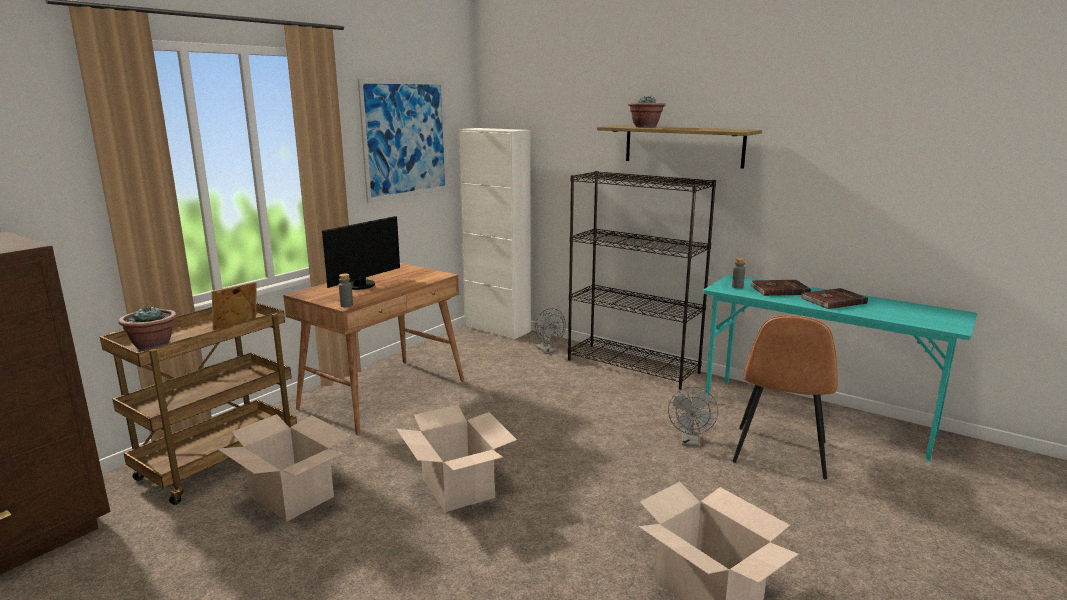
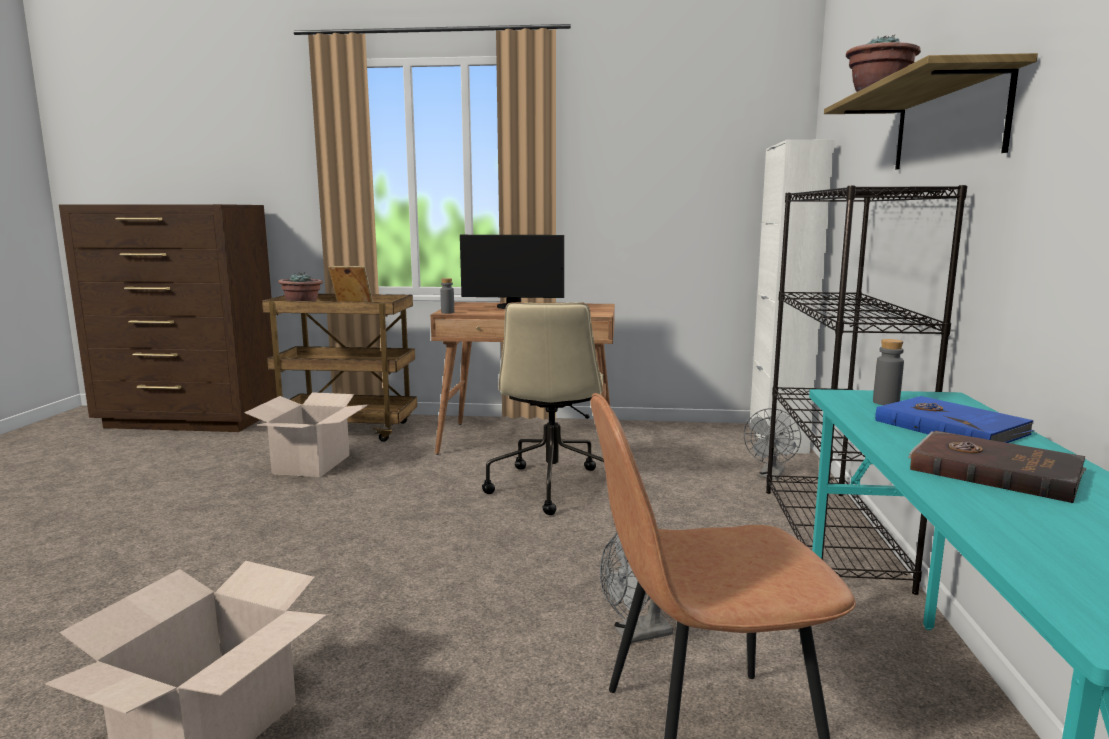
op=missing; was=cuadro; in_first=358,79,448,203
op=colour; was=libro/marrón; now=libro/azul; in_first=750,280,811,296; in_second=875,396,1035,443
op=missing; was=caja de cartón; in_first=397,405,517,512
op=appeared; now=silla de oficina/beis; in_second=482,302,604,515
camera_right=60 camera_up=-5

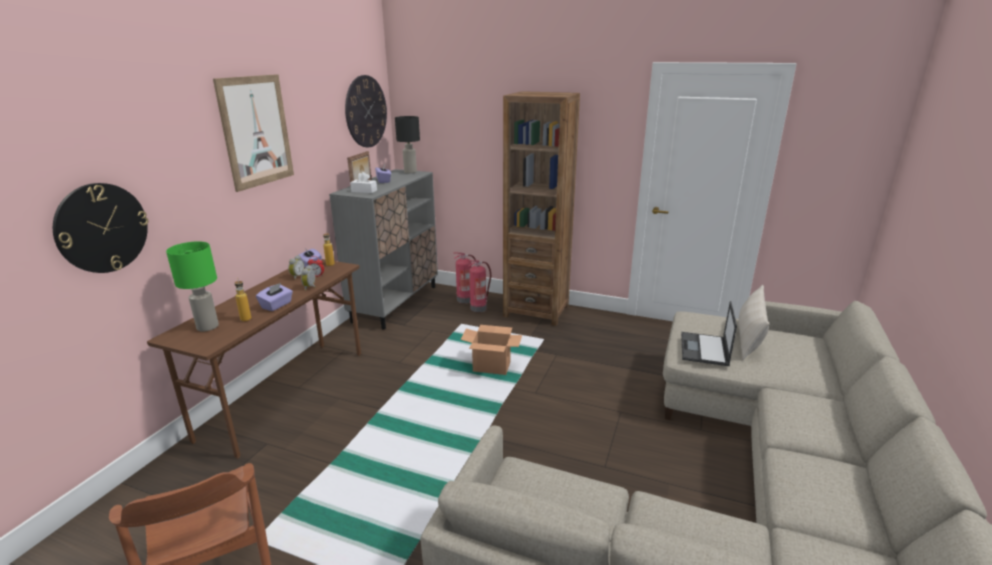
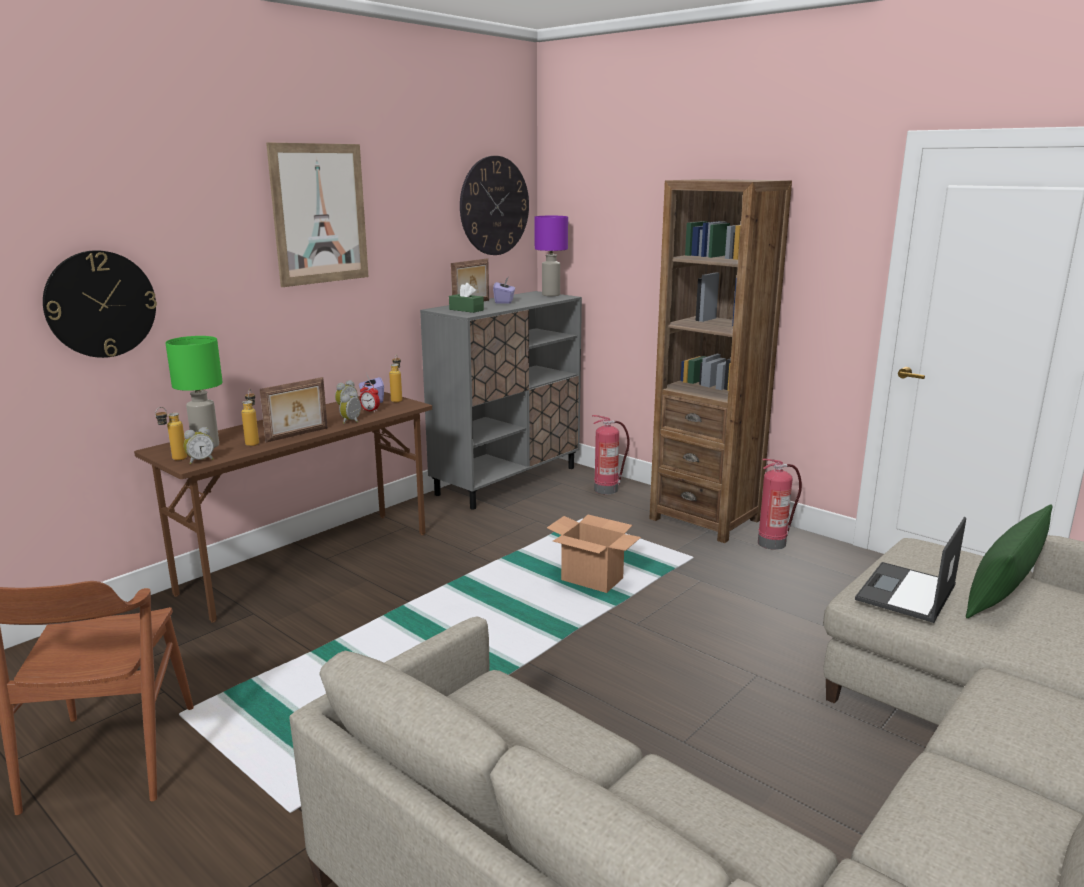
op=colour; was=lámpara de mesa/negro; now=lámpara de mesa/morado; in_first=395,116,420,173; in_second=535,216,568,296
op=colour; was=caja de pañuelos/blanco; now=caja de pañuelos/verde; in_first=350,172,377,193; in_second=449,283,484,313
op=relocated; was=extintor; in_first=468,260,491,312; in_second=758,458,802,550
op=exchanged; was=caja de pañuelos/morado; now=portarretratos; in_first=256,283,293,311; in_second=260,377,328,443
op=colour; was=cojín/beis; now=cojín/verde; in_first=739,285,769,360; in_second=966,504,1052,618
op=appeared; now=botella; in_second=155,407,187,461
op=appeared; now=despertador; in_second=184,427,214,464
camera_right=20 camera_up=-5

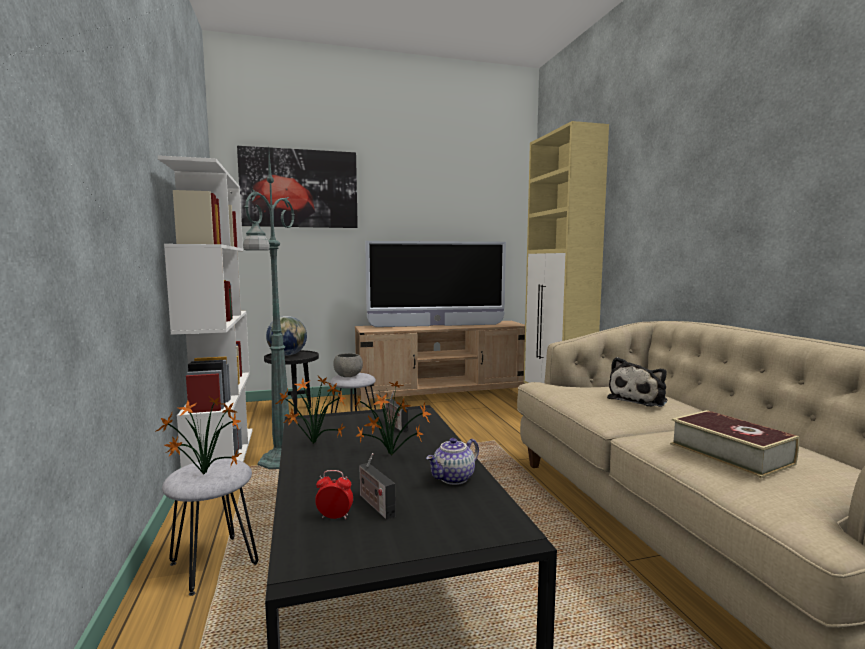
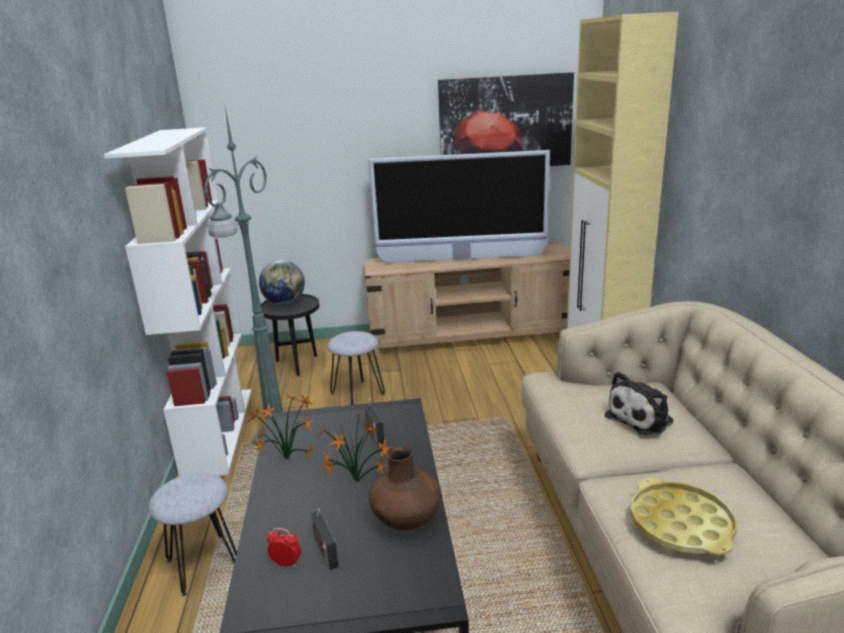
op=relocated; was=cuadro; in_first=237,146,358,228; in_second=438,72,574,166
op=missing; was=cuenco/gris; in_first=333,353,363,377
op=missing; was=planta en maceta; in_first=156,395,242,475
op=exchanged; was=libro; now=bandeja/amarillo; in_first=670,410,799,478; in_second=630,478,737,555
op=exchanged; was=tetera; now=florero/marrón; in_first=426,438,479,485; in_second=369,444,441,530
camera_right=10 camera_up=15

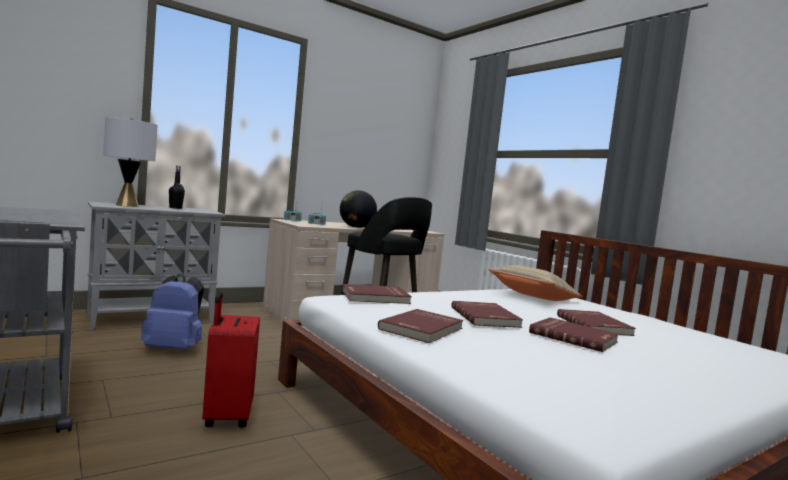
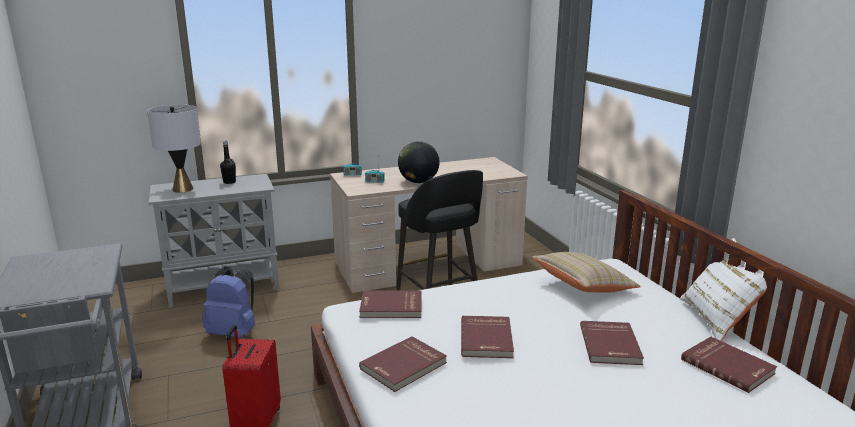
op=relocated; was=libro/rojo; in_first=529,317,619,352; in_second=681,337,777,393
op=appeared; now=cojín/blanco; in_second=680,238,779,341
camera_right=15 camera_up=15

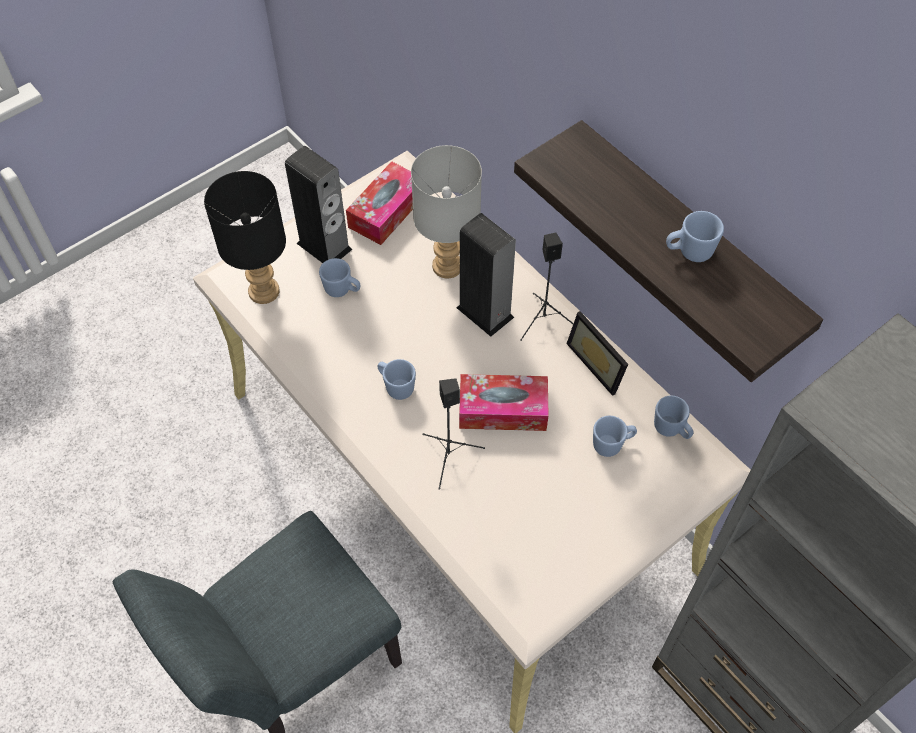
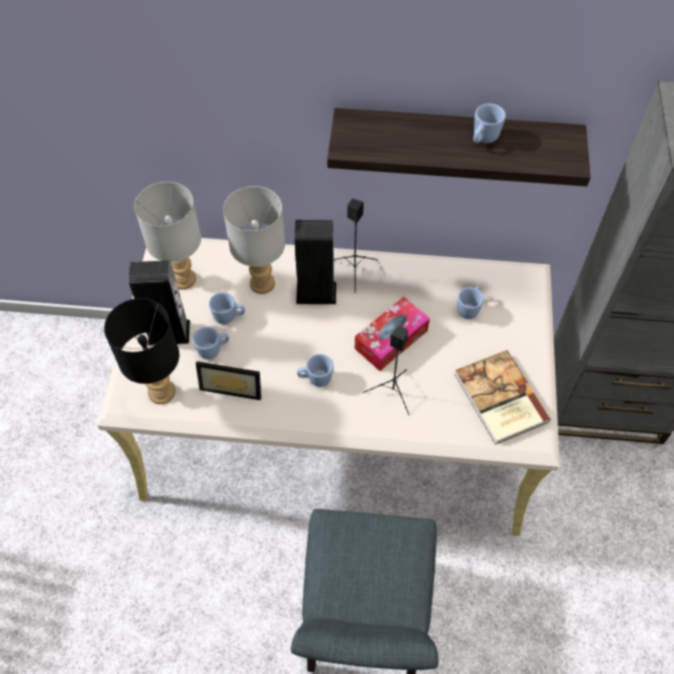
op=exchanged; was=caja de pañuelos; now=lámpara de mesa/gris; in_first=346,161,413,245; in_second=134,182,201,290
op=relocated; was=portarretratos; in_first=566,311,628,396; in_second=196,361,261,400
op=relocated; was=taza grande/azul; in_first=654,396,694,439; in_second=209,292,245,324
op=appeared; now=libro; in_second=454,350,551,445
camera_right=-45 camera_up=0

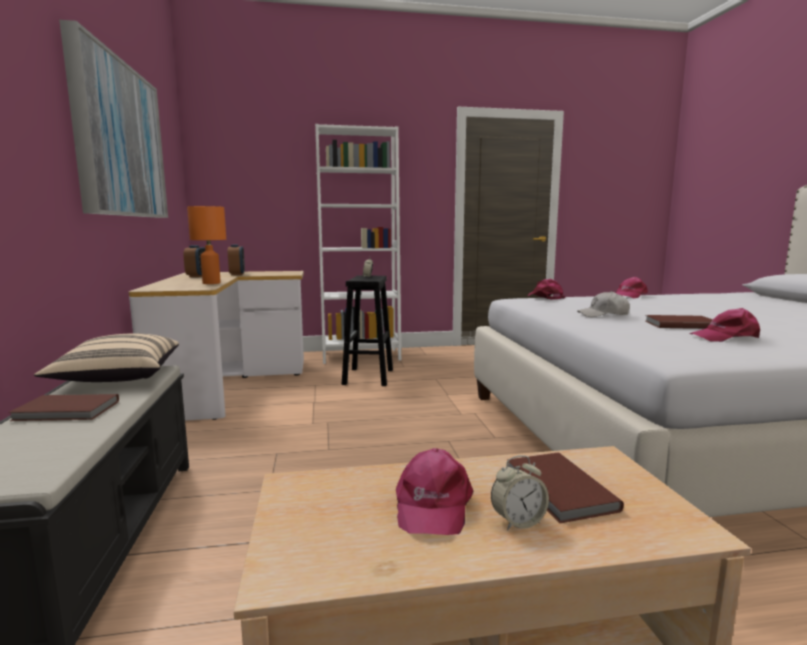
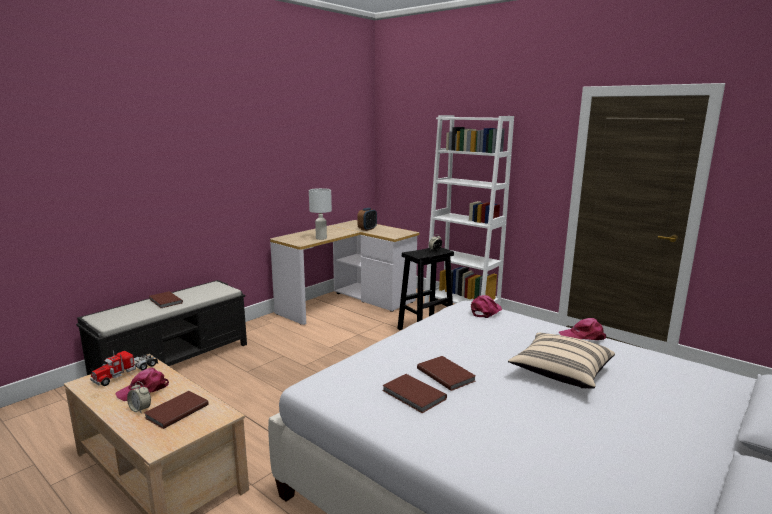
op=missing; was=cuadro; in_first=59,20,168,218
op=colour; was=lámpara de mesa/naranja; now=lámpara de mesa/blanco; in_first=187,206,226,284; in_second=309,188,332,240
op=missing; was=despertador; in_first=183,245,205,277
op=missing; was=gorra/blanco; in_first=577,291,630,317
op=exchanged; was=gorra/rosa; now=libro/marrón; in_first=689,308,760,342; in_second=382,374,447,413
op=relocated; was=cojín/beis; in_first=34,333,179,382; in_second=508,333,615,389
op=appeared; now=camión de juguete; in_second=90,351,158,386
camera_right=50 camera_up=5

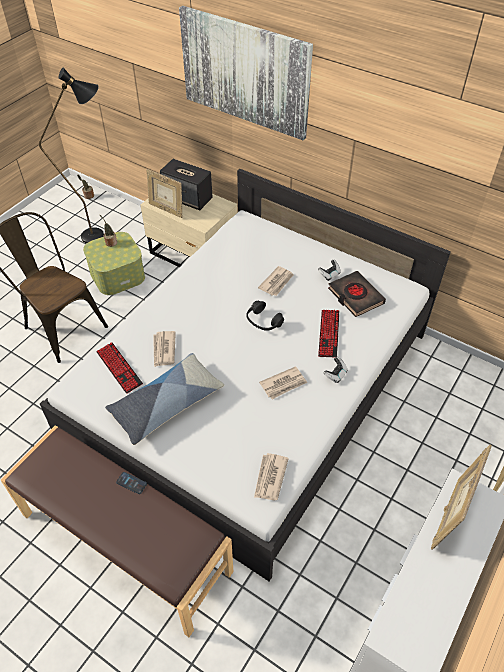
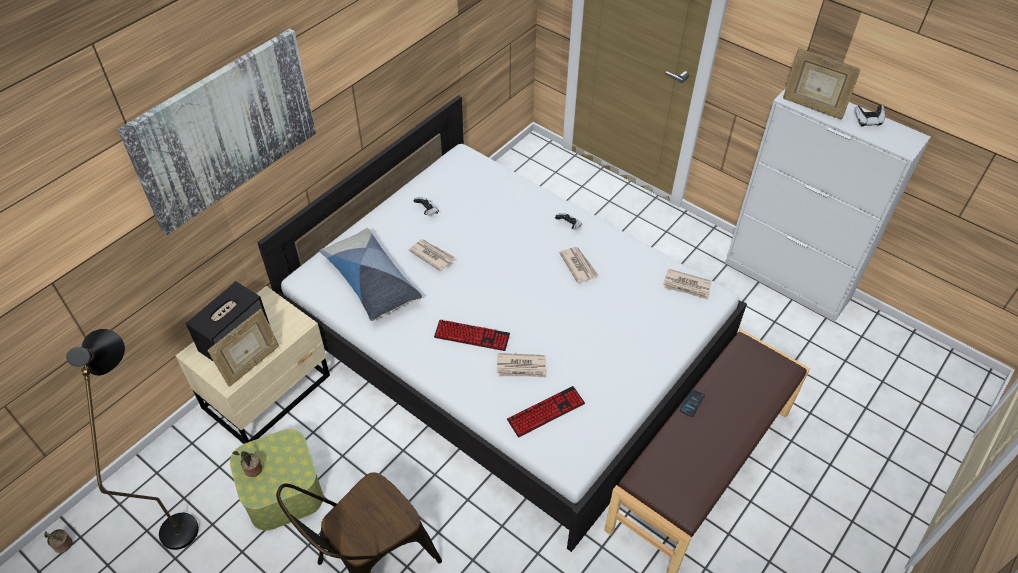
op=missing; was=libro/negro; in_first=328,271,386,317
op=missing; was=auriculares/negro; in_first=246,301,284,331
op=relocated; was=teclado; in_first=318,310,339,357; in_second=434,320,510,351
op=relocated; was=cojín; in_first=105,353,224,445; in_second=319,228,422,321
op=appeared; now=mando de consola; in_second=855,105,885,126
camera_right=-85 camera_up=0

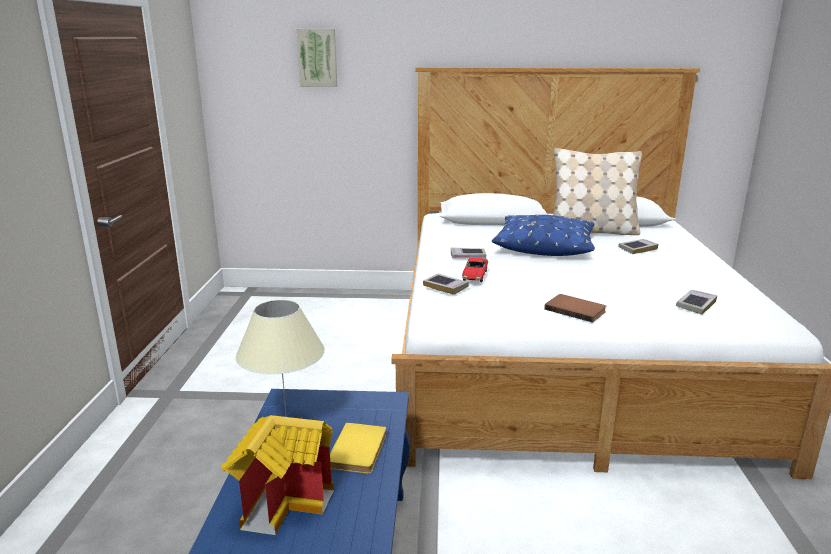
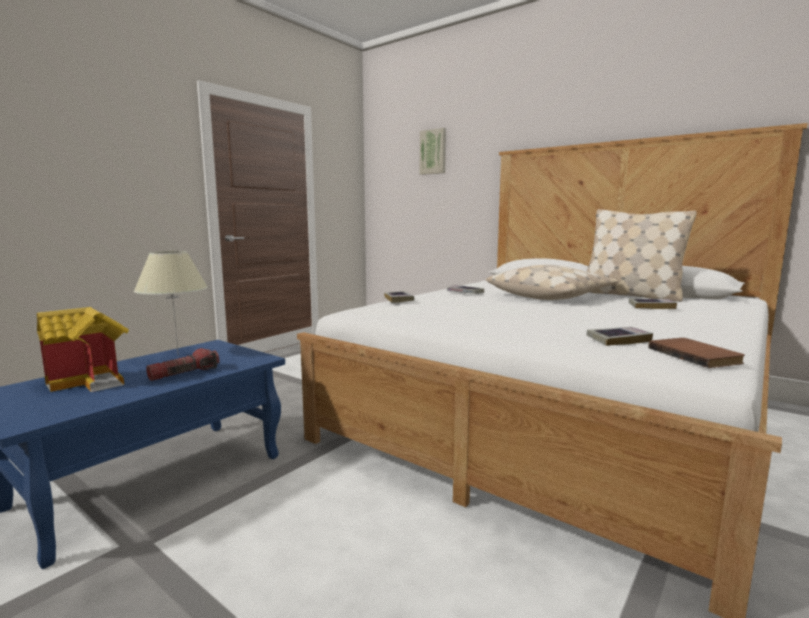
op=colour; was=cojín/azul; now=cojín/beis; in_first=492,215,595,256; in_second=486,265,619,300
op=missing; was=coche de juguete; in_first=462,258,488,282
op=relocated; was=libro/marrón; in_first=544,294,606,323; in_second=649,338,745,368
op=exchanged; was=libro/amarillo; now=linterna; in_first=330,422,386,474; in_second=146,348,220,381
camera_right=35 camera_up=-10

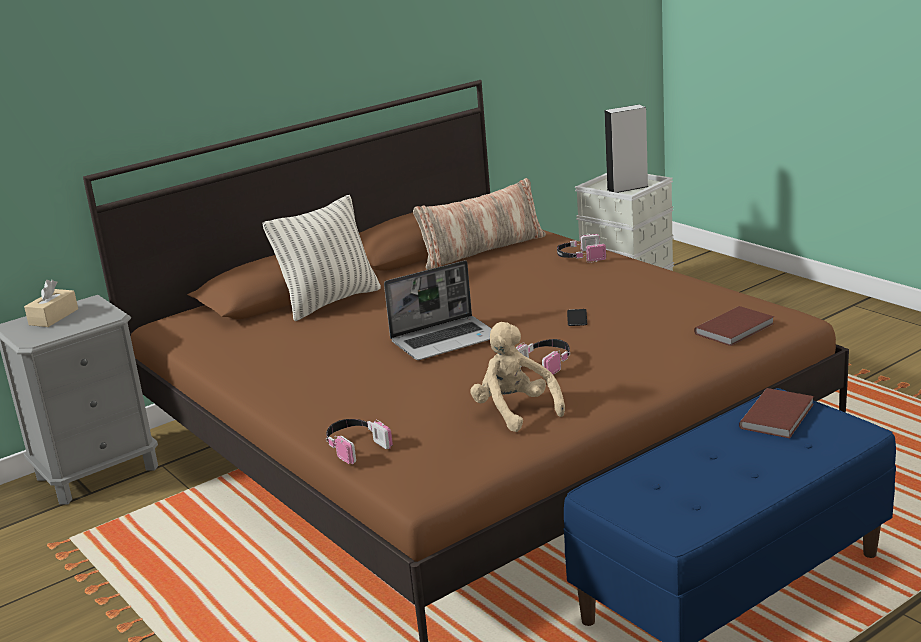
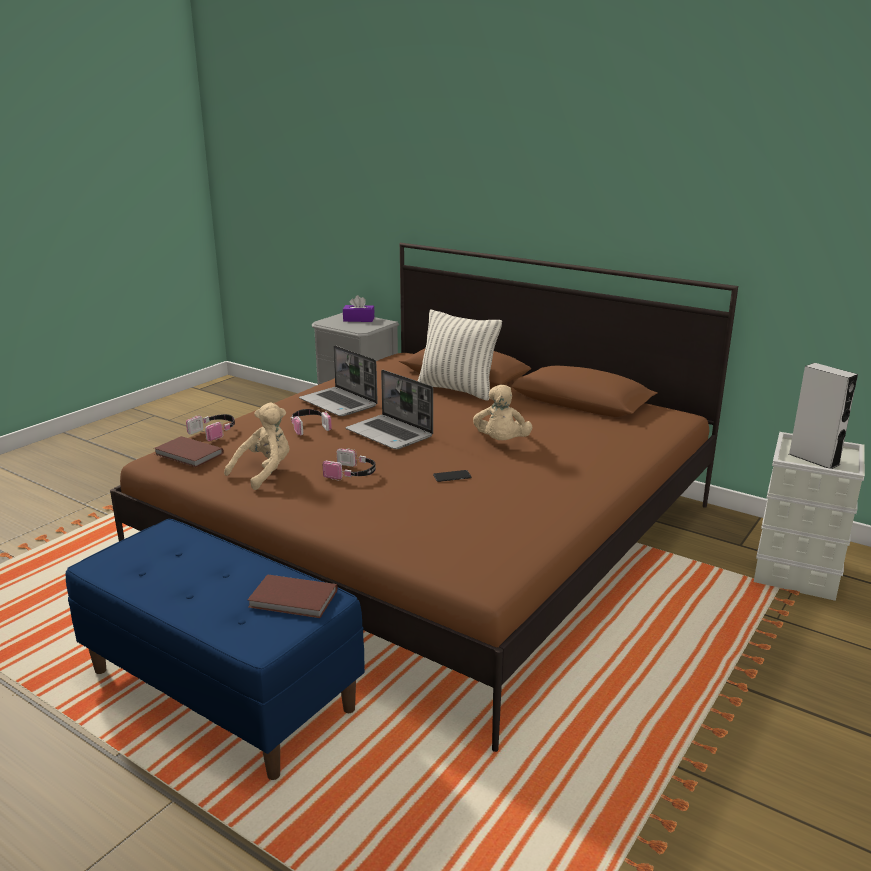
op=missing; was=cojín; in_first=413,178,546,270
op=relocated; was=auriculares; in_first=557,234,606,263; in_second=291,409,332,436
op=colour; was=caja de pañuelos/beis; now=caja de pañuelos/morado; in_first=24,280,78,327; in_second=343,295,374,322
op=relocated; was=libro/marrón; in_first=694,306,775,346; in_second=154,436,224,467
op=appeared; now=portátil; in_second=299,345,378,416
op=appeared; now=peluche/beis; in_second=473,385,532,440
camera_right=70 camera_up=0

